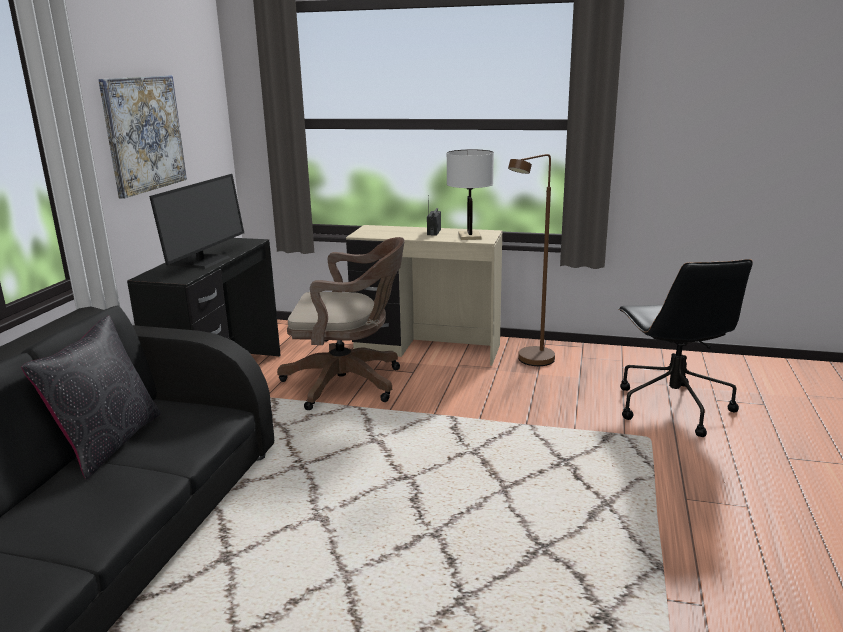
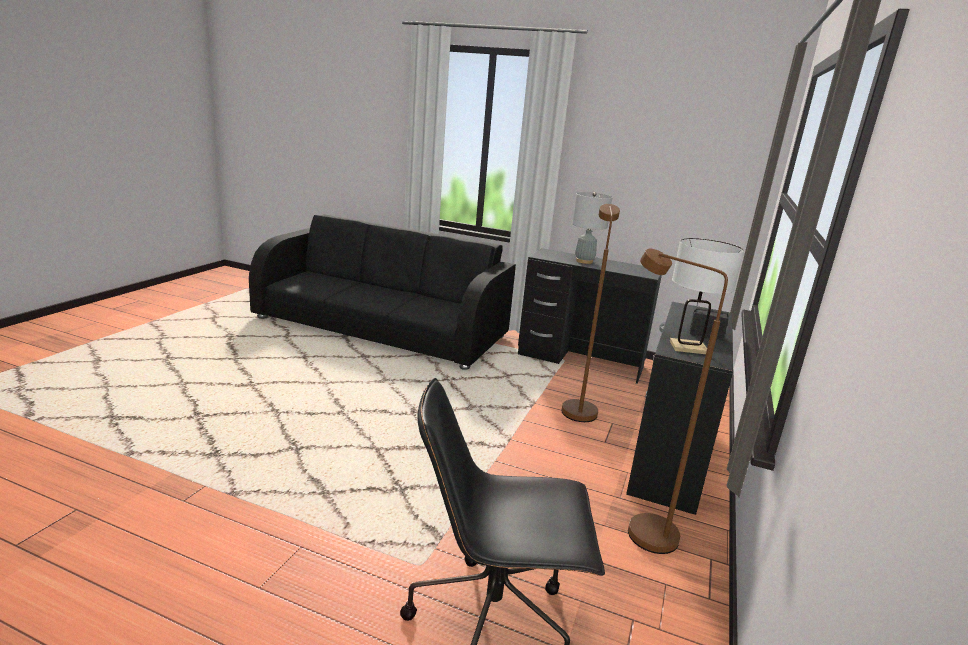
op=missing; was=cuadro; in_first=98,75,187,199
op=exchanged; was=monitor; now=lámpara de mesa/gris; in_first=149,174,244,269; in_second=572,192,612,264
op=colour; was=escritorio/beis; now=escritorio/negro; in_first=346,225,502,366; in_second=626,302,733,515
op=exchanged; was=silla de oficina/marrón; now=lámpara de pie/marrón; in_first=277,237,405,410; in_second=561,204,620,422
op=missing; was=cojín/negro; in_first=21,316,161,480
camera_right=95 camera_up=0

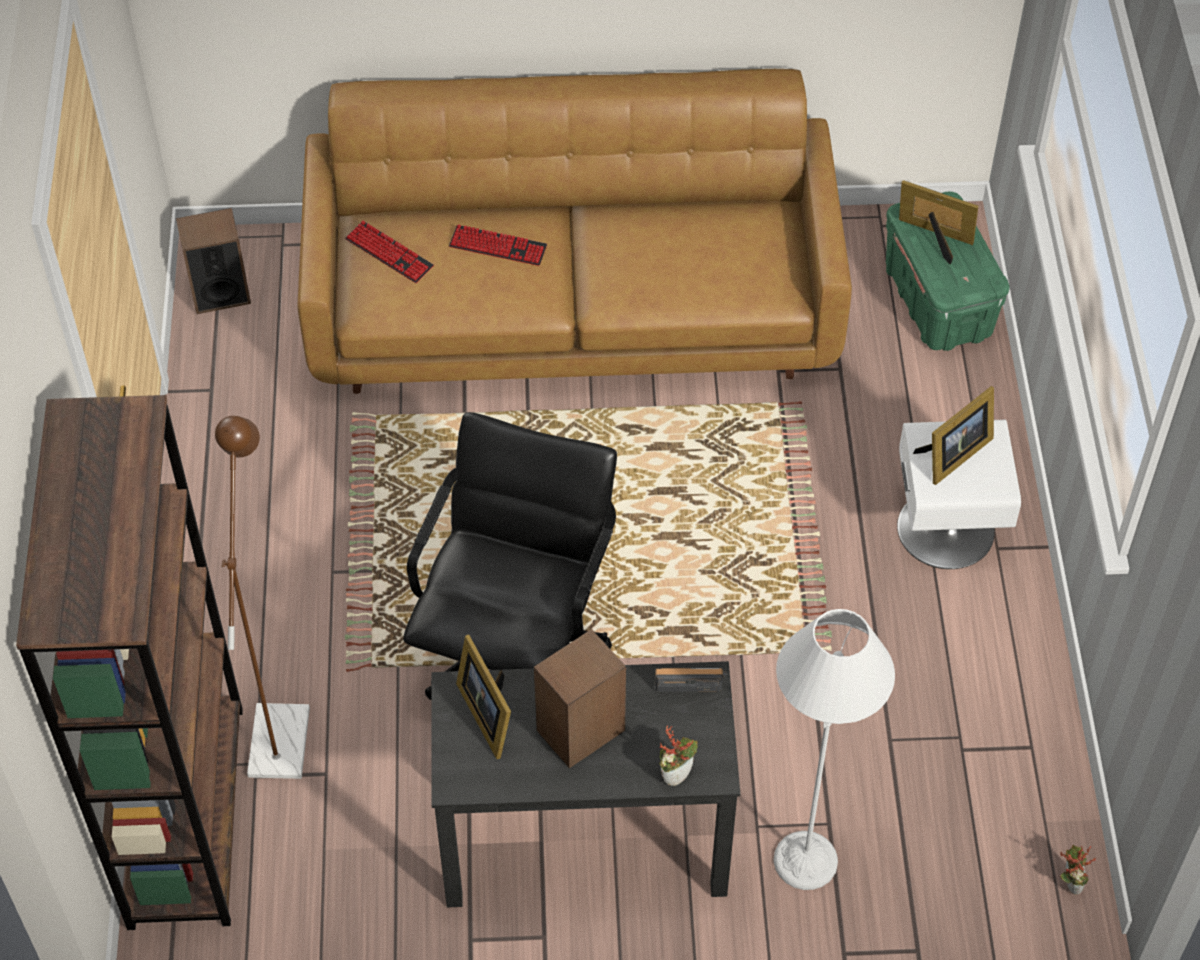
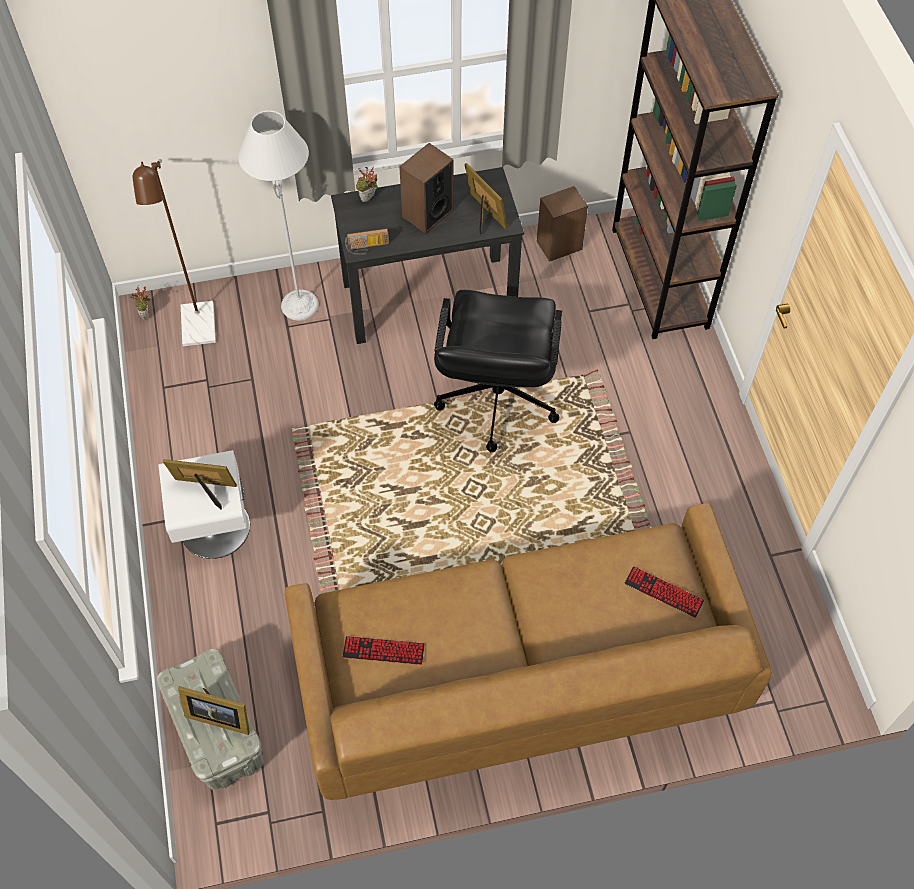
op=colour; was=caja de almacenaje/verde; now=caja de almacenaje/gris; in_first=886,192,1010,351; in_second=157,649,264,790
op=relocated; was=altavoz; in_first=176,208,251,314; in_second=537,186,588,262
op=relocated; was=teclado; in_first=449,224,547,266; in_second=343,636,425,665
op=spun; was=portarretratos; in_first=913,386,994,485; in_second=163,459,237,510; clockwise=60
op=relocated; was=lámpara de pie/marrón; in_first=215,416,310,779; in_second=133,159,216,346
camera_right=170 camera_up=5

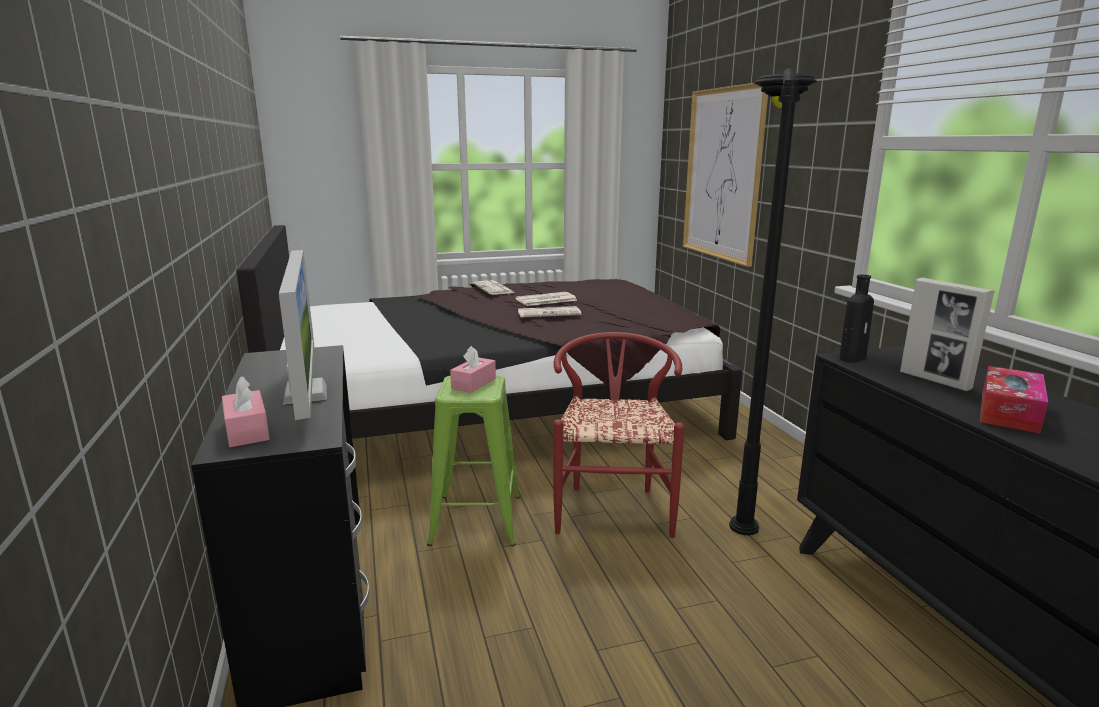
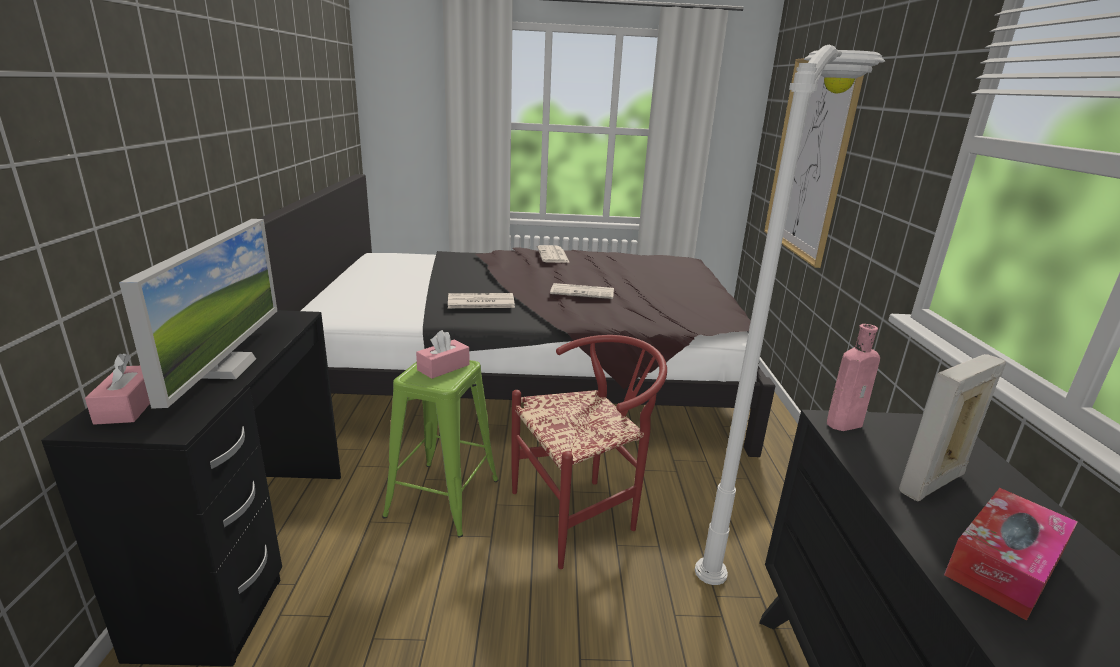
op=colour; was=lámpara de pie/negro; now=lámpara de pie/blanco; in_first=729,68,817,535; in_second=695,45,885,585
op=colour; was=botella/negro; now=botella/rosa; in_first=840,275,874,362; in_second=827,324,880,431
op=spun; was=portarretratos; in_first=900,278,995,391; in_second=899,354,1006,501; clockwise=75
op=relocated; was=periódico; in_first=515,292,577,306; in_second=448,293,515,308
op=spun; was=silla/rojo; in_first=553,332,685,538; in_second=511,335,667,569; clockwise=45
camera_right=15 camera_up=5

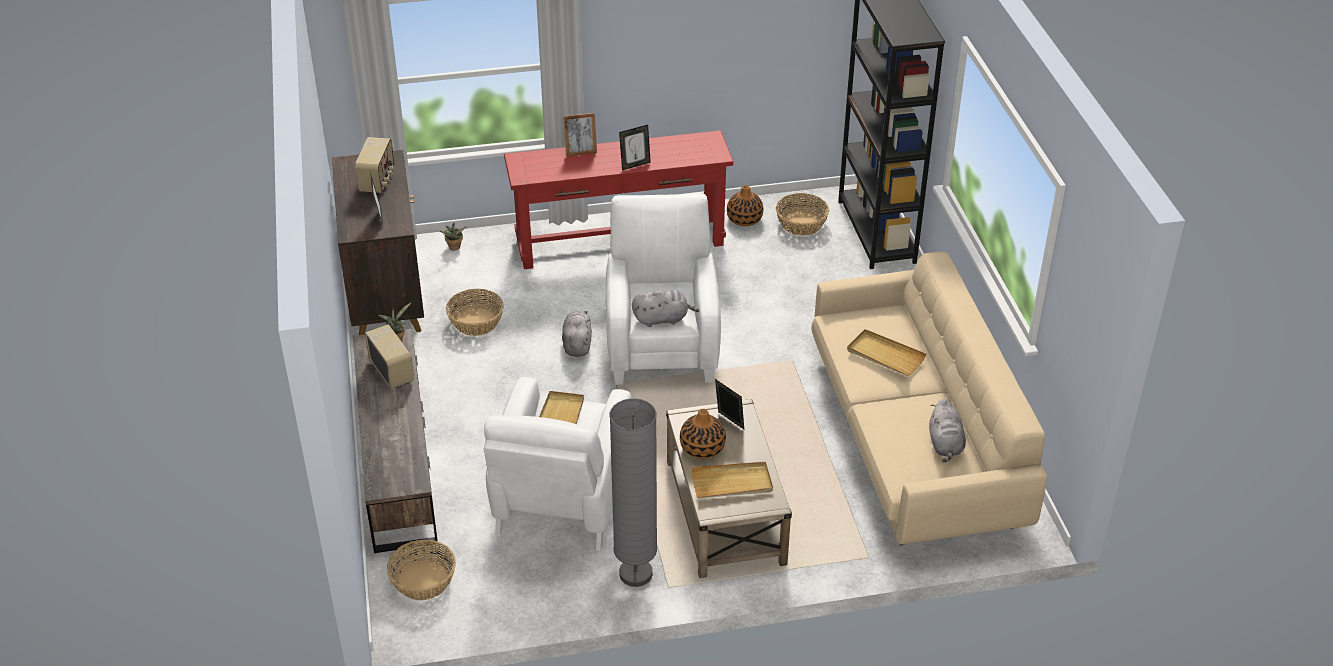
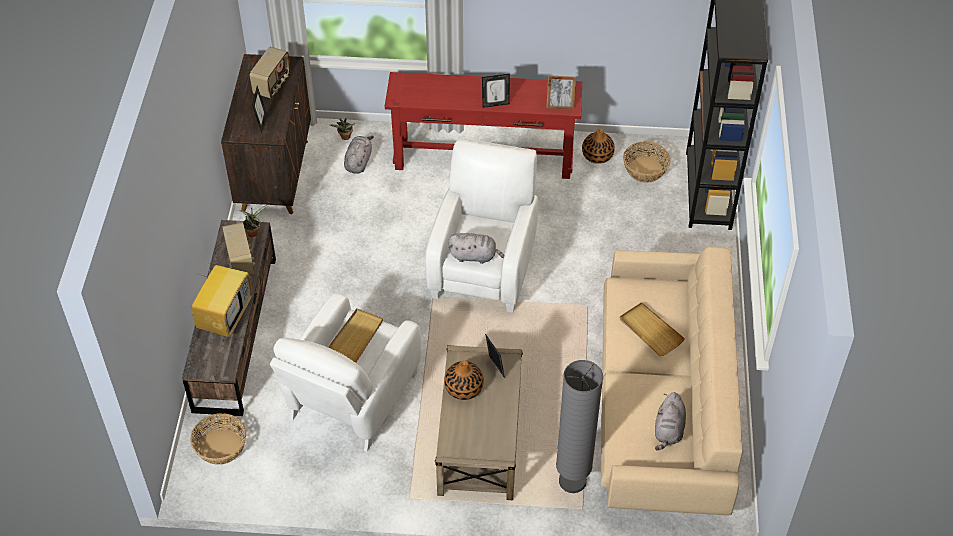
op=relocated; was=portarretratos; in_first=563,113,597,156; in_second=546,75,576,110
op=missing; was=cesta; in_first=446,289,504,336
op=relocated; was=peluche/gris; in_first=562,311,592,357; in_second=344,136,374,174
op=relocated; was=lámpara de pie/gris; in_first=609,398,657,587; in_second=556,360,603,493
op=missing; was=bandeja/beis; in_first=691,462,773,498
op=appeared; now=televisor; in_second=191,257,252,337
camera_right=15 camera_up=10

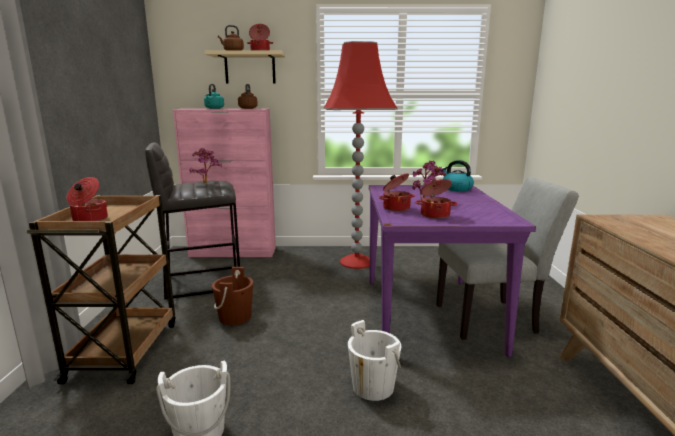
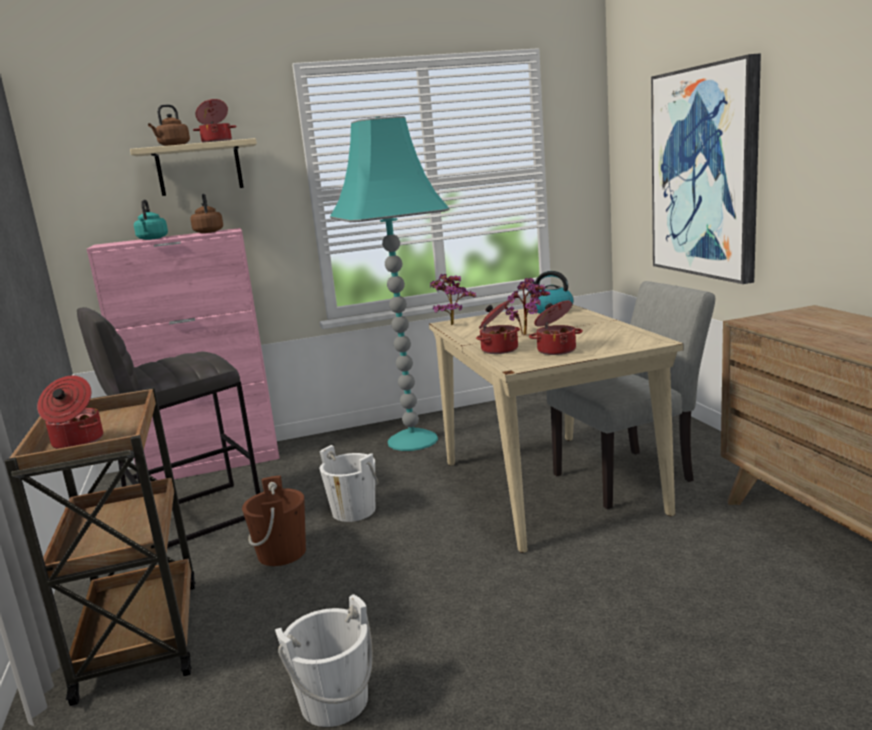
op=colour; was=lámpara de pie/rojo; now=lámpara de pie/turquesa; in_first=324,41,398,269; in_second=330,116,449,451
op=relocated; was=planta en maceta; in_first=189,148,222,183; in_second=430,274,477,325
op=colour; was=mesa de comedor/morado; now=mesa de comedor/beis; in_first=369,185,536,357; in_second=429,305,684,553
op=relocated; was=cubo/blanco; in_first=348,320,401,401; in_second=320,445,378,522
op=appeared; now=cuadro; in_second=651,53,761,284
camera_right=-15 camera_up=0

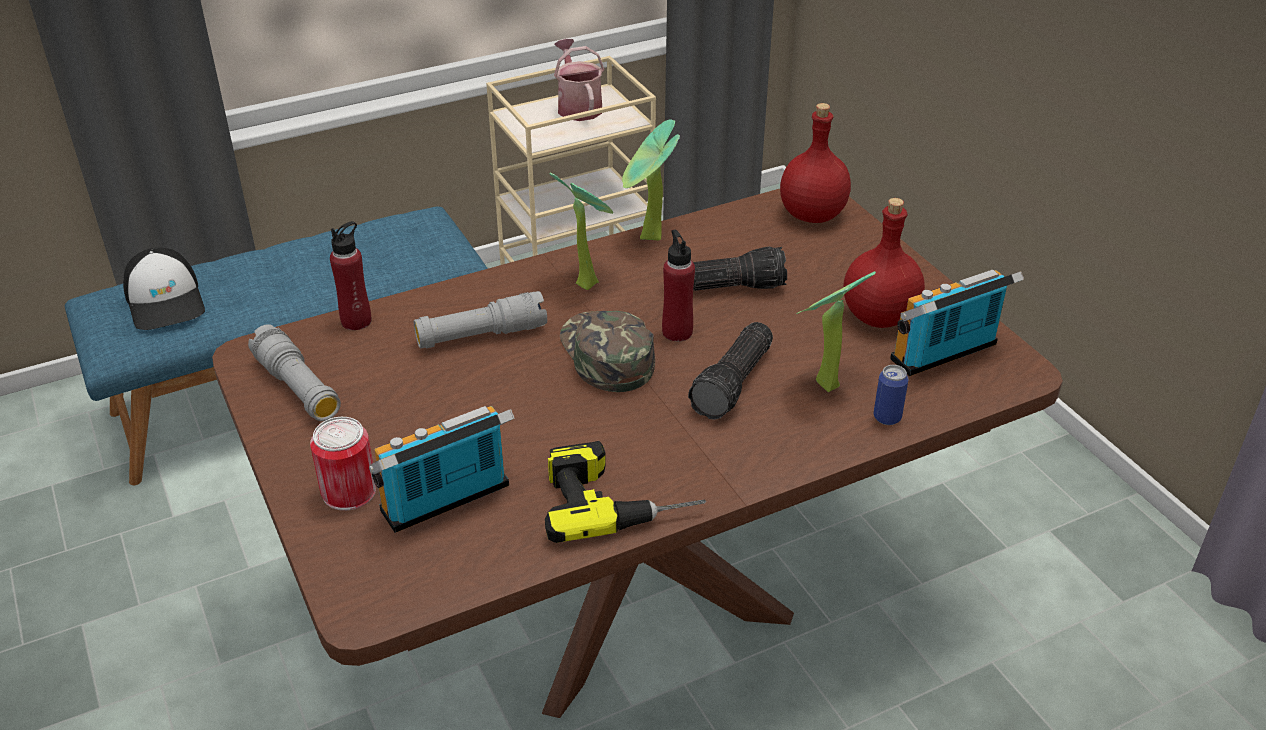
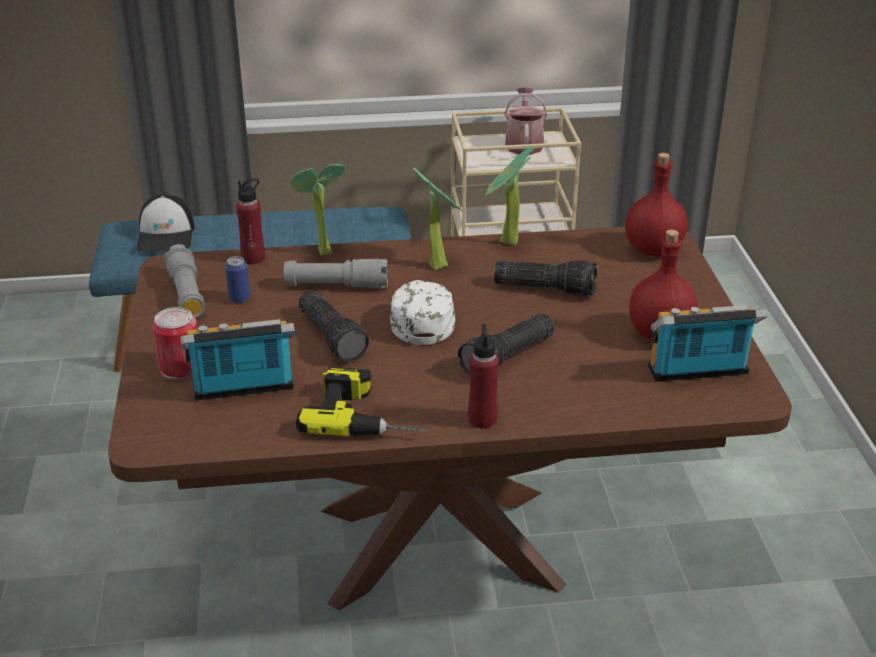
op=relocated; was=botella/rojo; in_first=662,230,695,341; in_second=468,324,499,429
op=relocated; was=planta en maceta; in_first=796,271,876,392; in_second=290,164,345,256
op=colour; was=gorra/verde; now=gorra/blanco; in_first=560,311,655,392; in_second=390,280,455,345
op=relocated; was=lata; in_first=874,365,909,425; in_second=225,256,250,303
op=appeared; now=linterna; in_second=298,290,369,362
camera_right=20 camera_up=-5

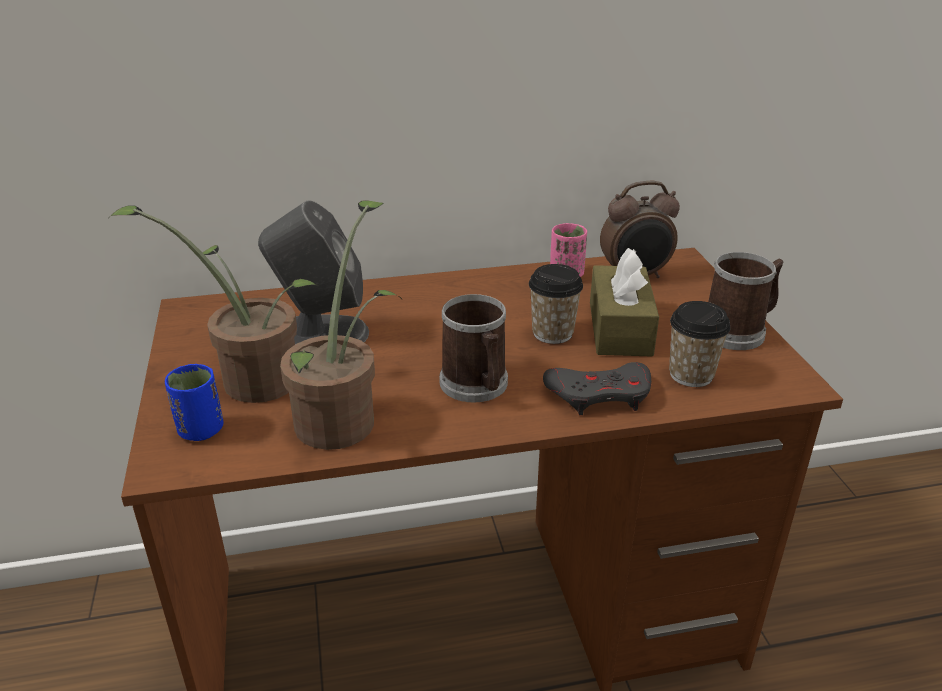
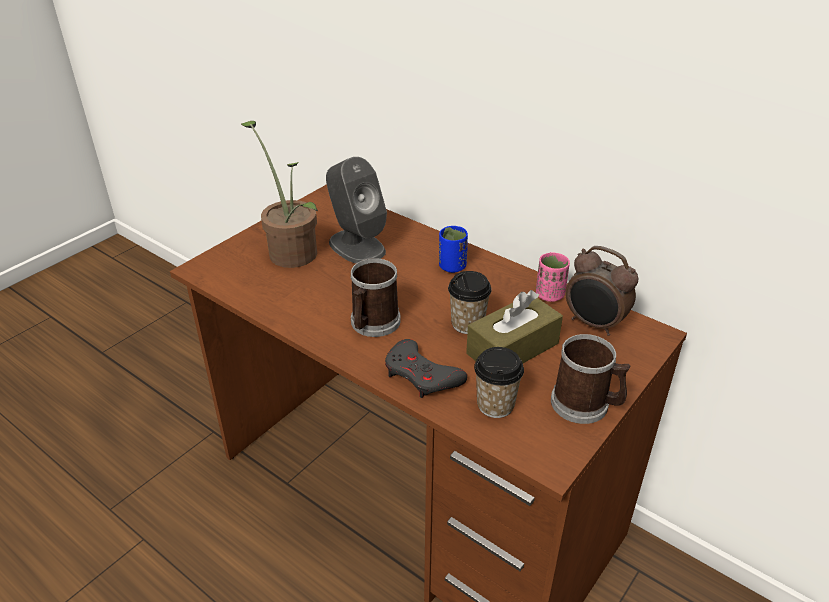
op=missing; was=planta en maceta; in_first=280,200,402,450
op=relocated; was=taza/azul; in_first=165,364,223,441; in_second=439,226,468,273
camera_right=50 camera_up=5

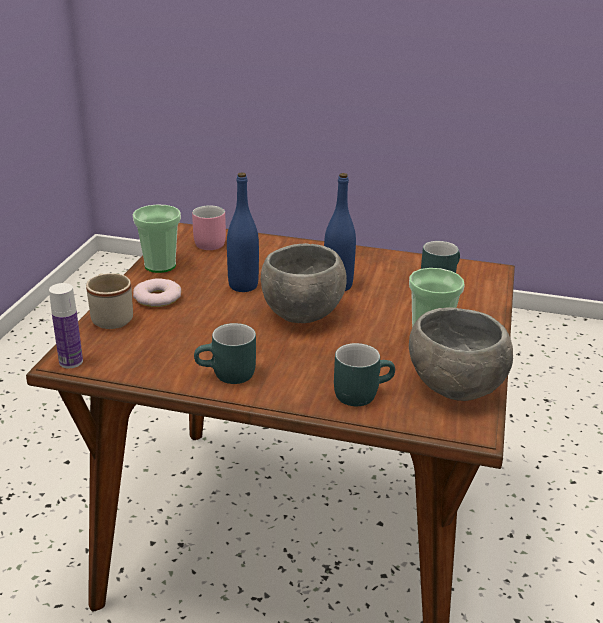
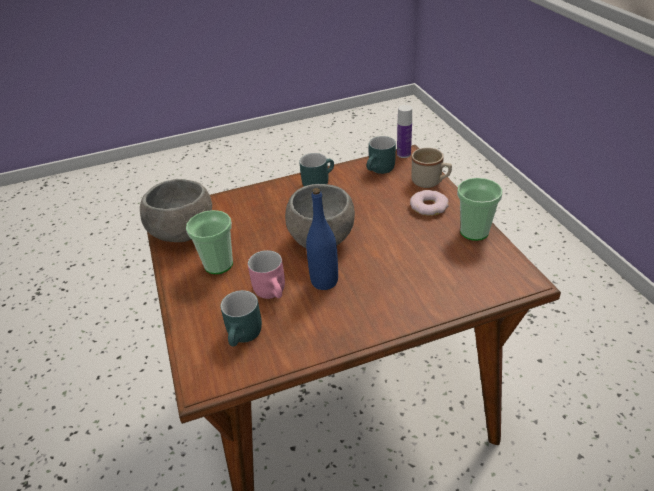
op=missing; was=botella/azul; in_first=227,172,259,292
op=relocated; was=taza grande/rosa; in_first=192,205,226,250; in_second=248,250,285,299
op=relocated; was=taza grande/turquesa; in_first=334,343,395,406; in_second=367,136,396,174
camera_right=150 camera_up=10

